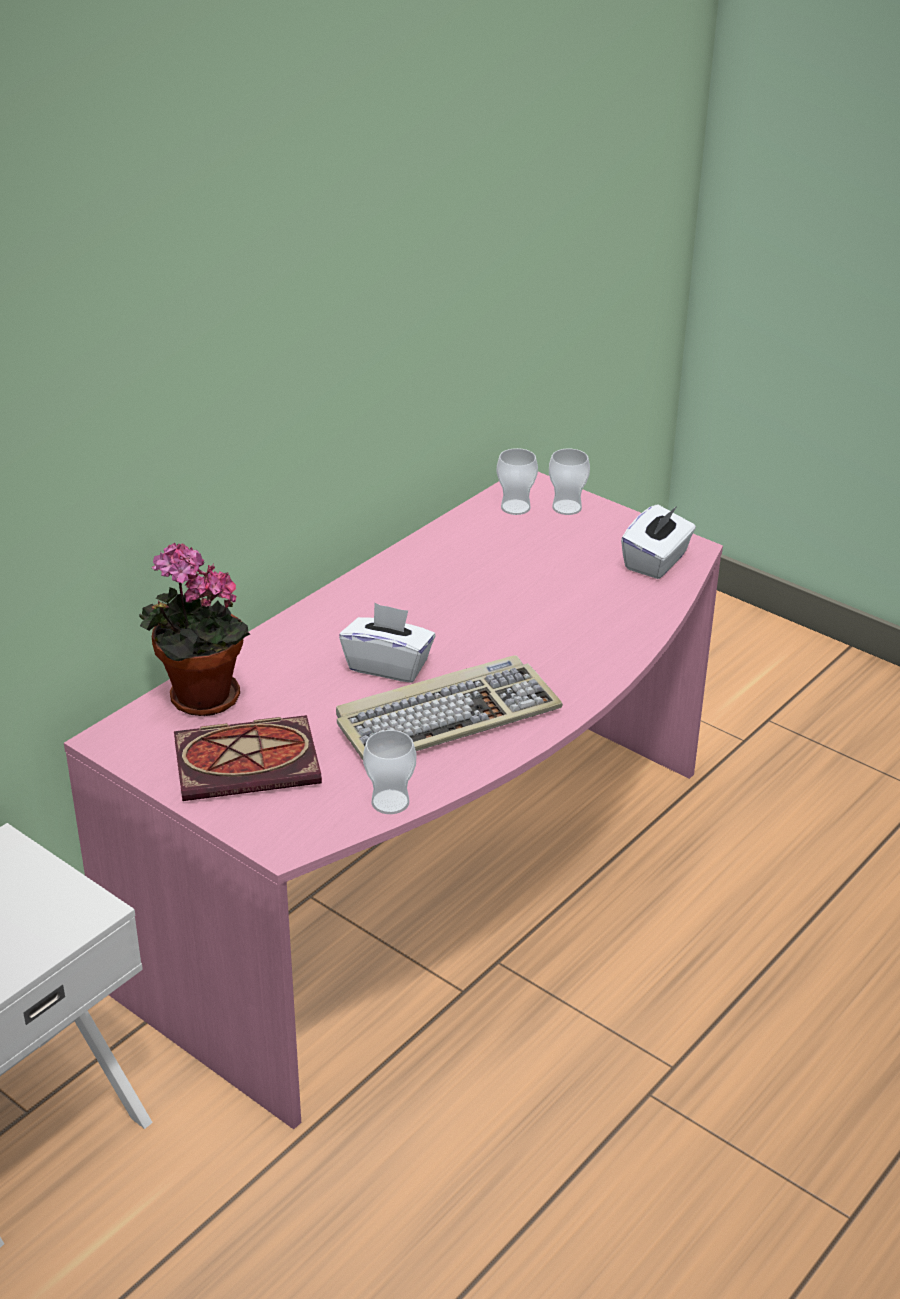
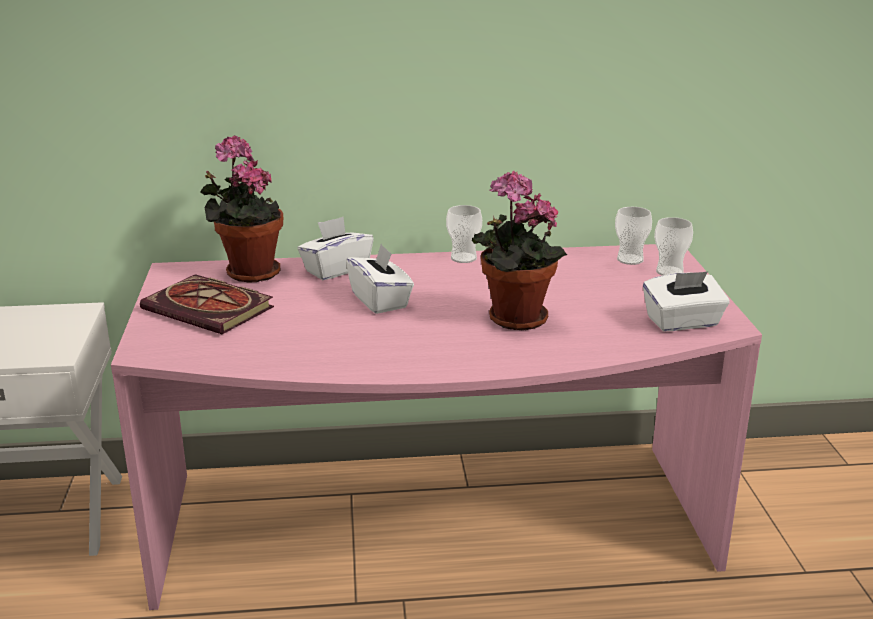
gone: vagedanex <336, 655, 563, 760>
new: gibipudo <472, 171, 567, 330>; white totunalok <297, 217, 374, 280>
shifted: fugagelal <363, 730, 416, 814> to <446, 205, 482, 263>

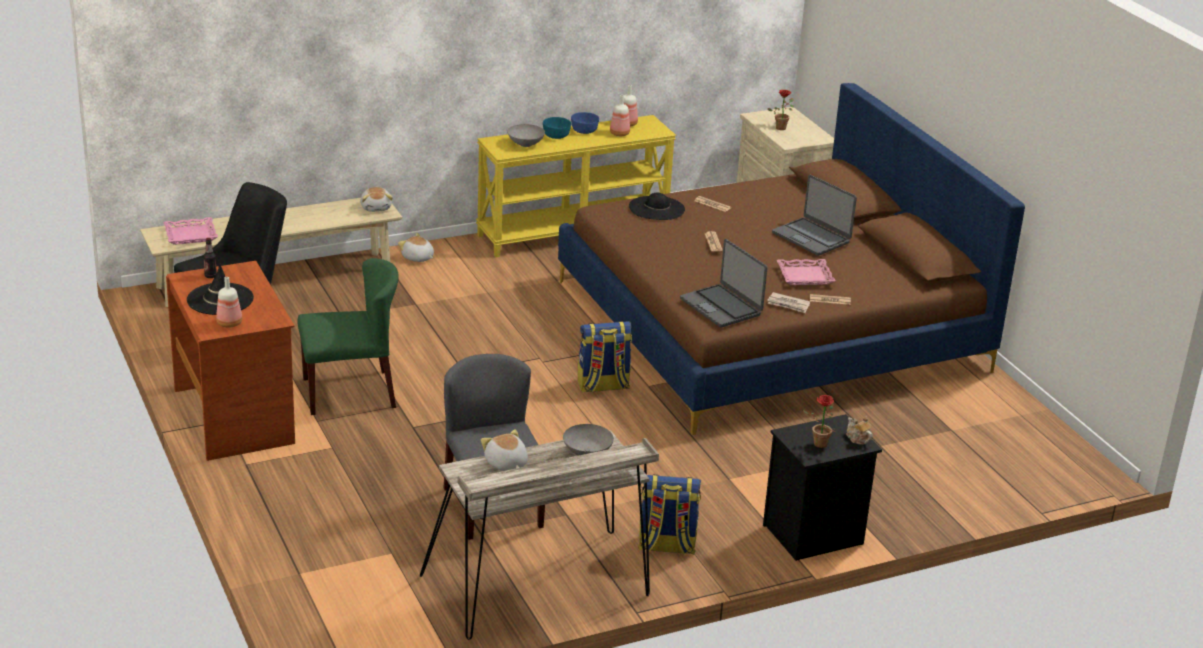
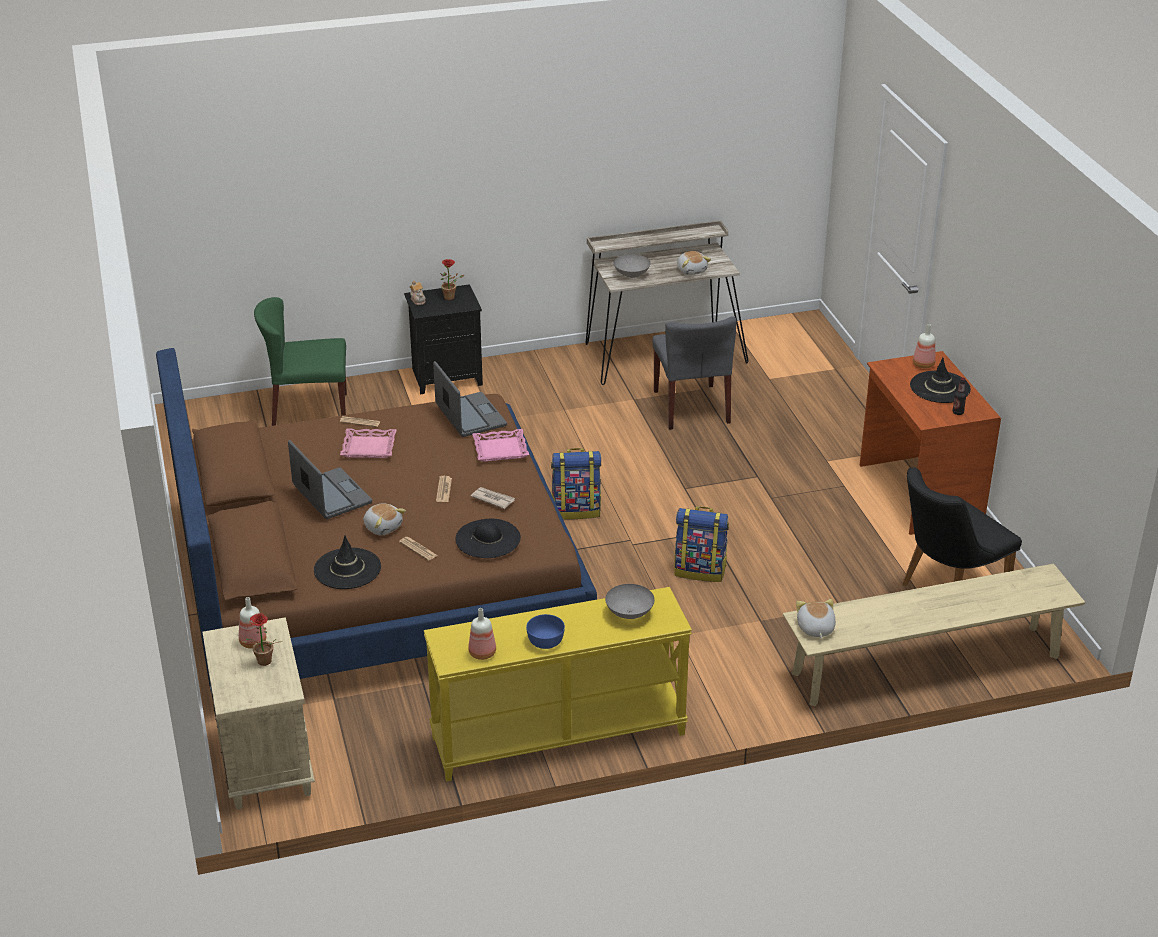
gone: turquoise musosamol <543, 117, 571, 139>
new: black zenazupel <314, 535, 381, 589>
shifted: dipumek <610, 95, 630, 136> to <239, 597, 266, 649>; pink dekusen <163, 217, 218, 245> to <472, 429, 529, 462>; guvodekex <398, 233, 434, 262> to <363, 503, 406, 535>; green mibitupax <297, 258, 399, 415> to <254, 297, 347, 426>; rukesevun <767, 292, 810, 313> to <471, 487, 515, 509>; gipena <638, 475, 701, 555> to <674, 506, 729, 582>

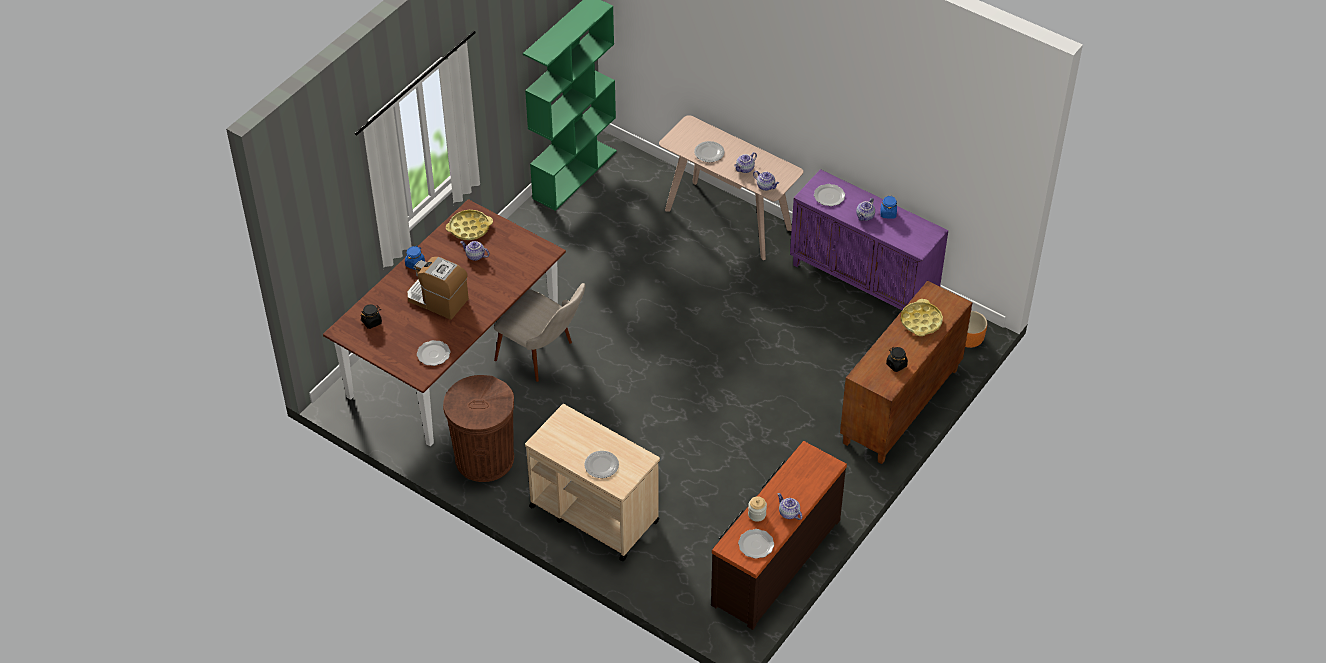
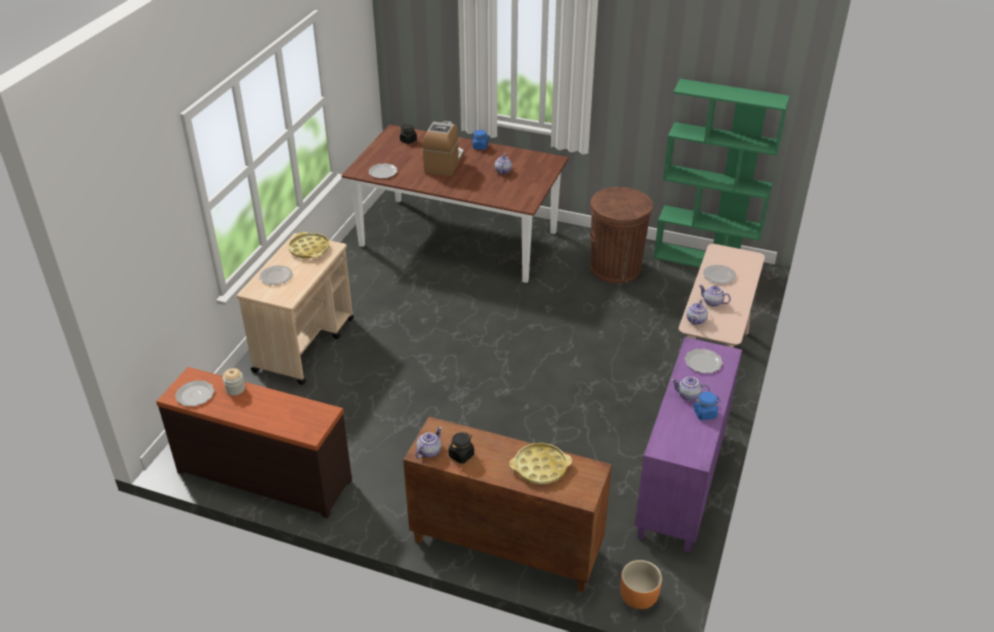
gone: beige mibitupax <494, 283, 586, 382>
shifted: yellow dekusen <446, 210, 493, 240> to <289, 232, 330, 258>; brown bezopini <443, 375, 514, 482> to <590, 187, 653, 283>; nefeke <778, 493, 802, 520> to <415, 427, 442, 459>

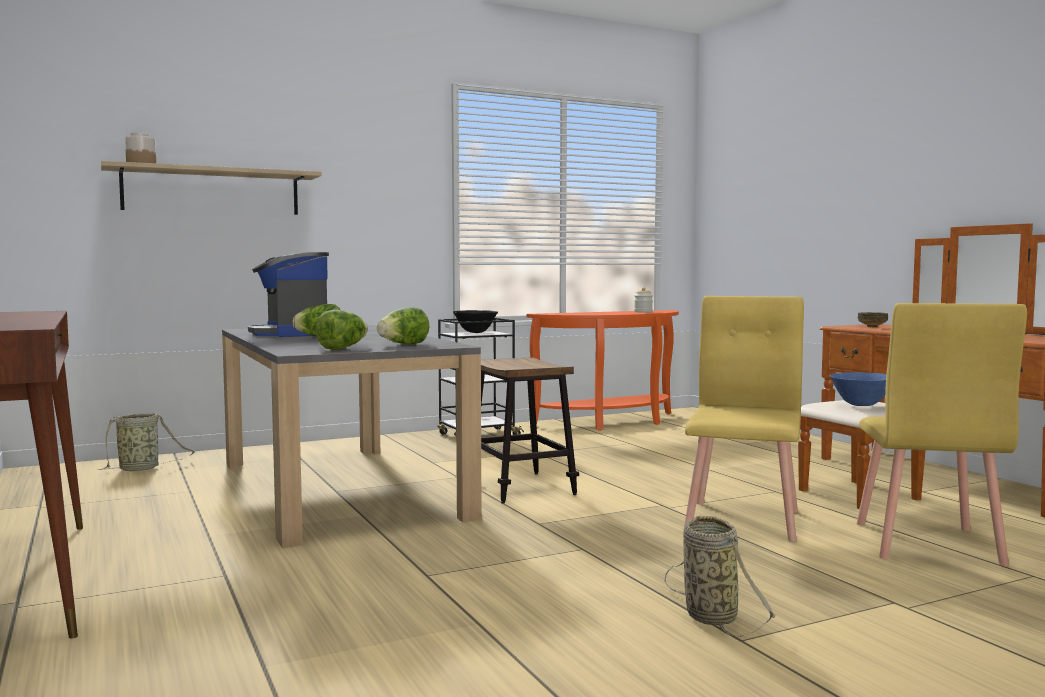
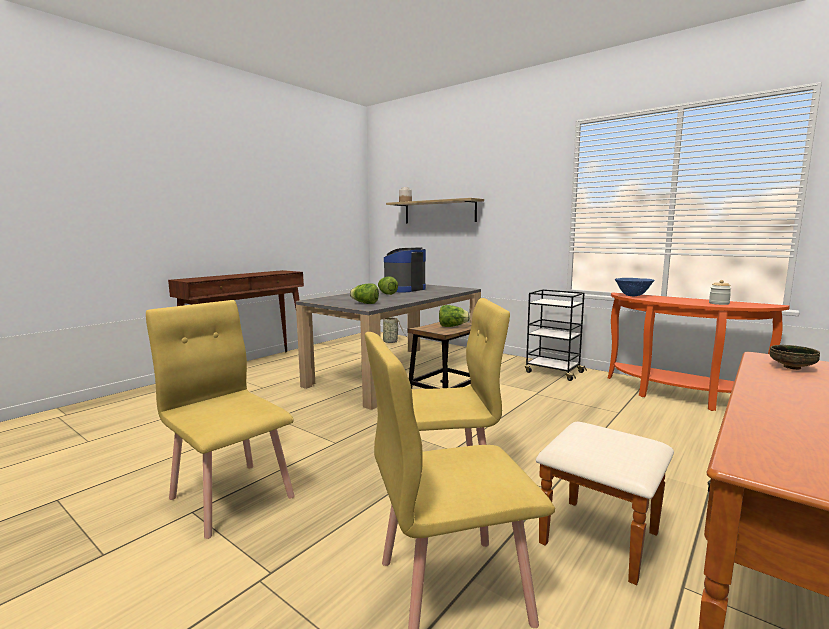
gone: black musosamol <453, 310, 498, 333>
shifted: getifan <315, 310, 368, 350> to <439, 305, 470, 327>; blue musosamol <830, 372, 886, 406> to <615, 278, 654, 296>
swapped: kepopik <664, 516, 775, 637> to yellow mibitupax <146, 300, 295, 539>

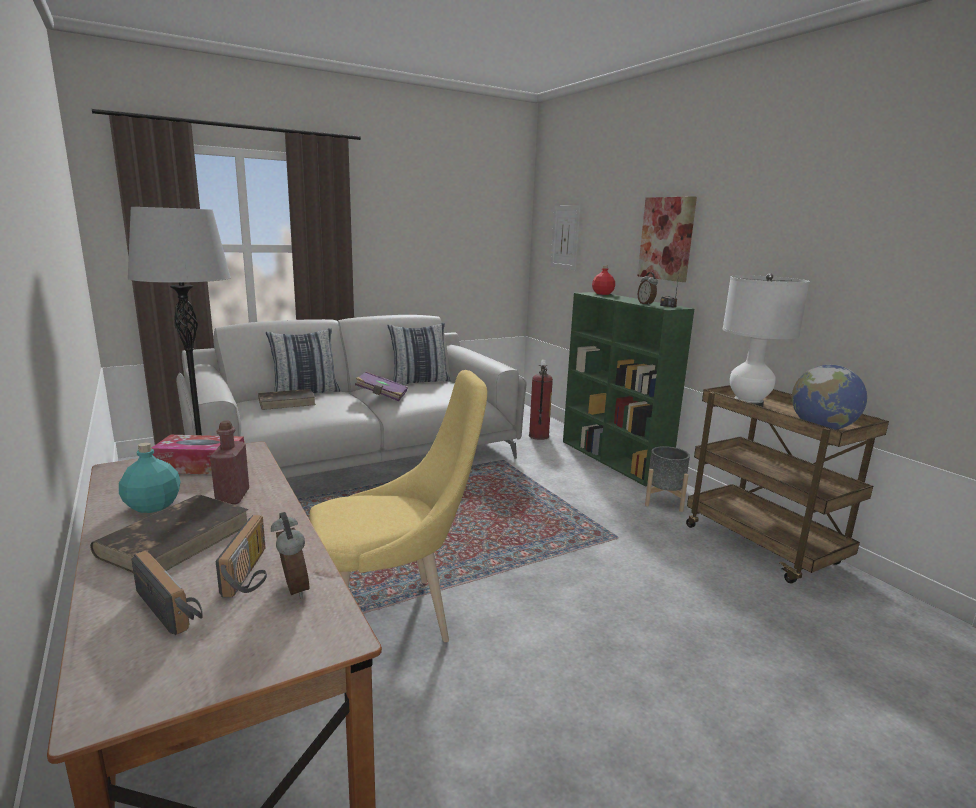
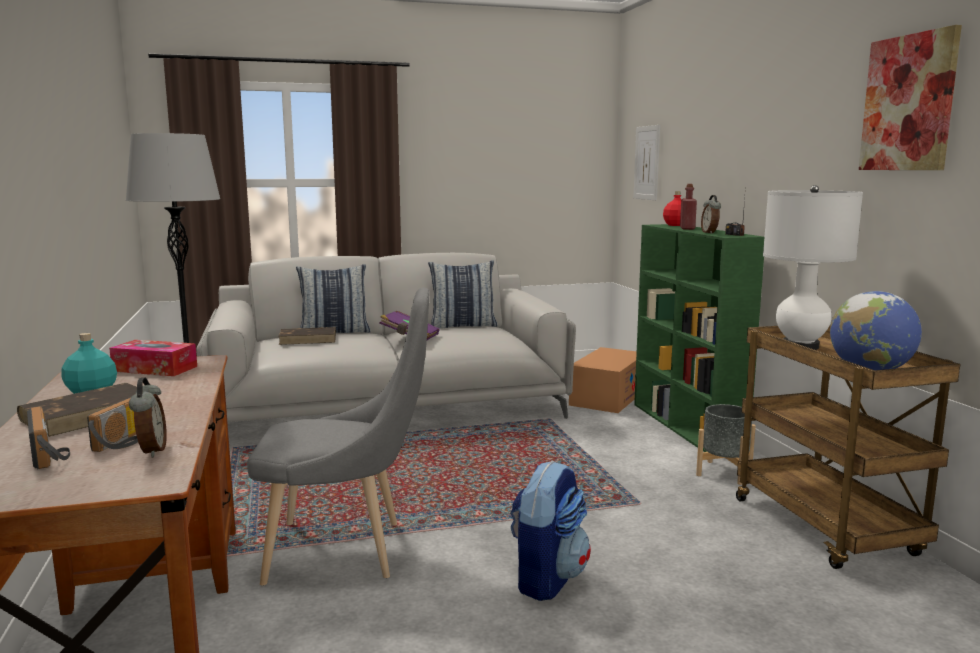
new: gipena <510, 460, 591, 601>
shifted: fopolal <638, 196, 697, 282> to <859, 25, 962, 170>; red dipumek <210, 421, 249, 504> to <680, 184, 697, 230>
swapped: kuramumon <529, 359, 553, 440> to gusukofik <569, 347, 637, 413>
repainted: yellow mibitupax <310, 370, 487, 642> to grey mibitupax <247, 287, 430, 586>

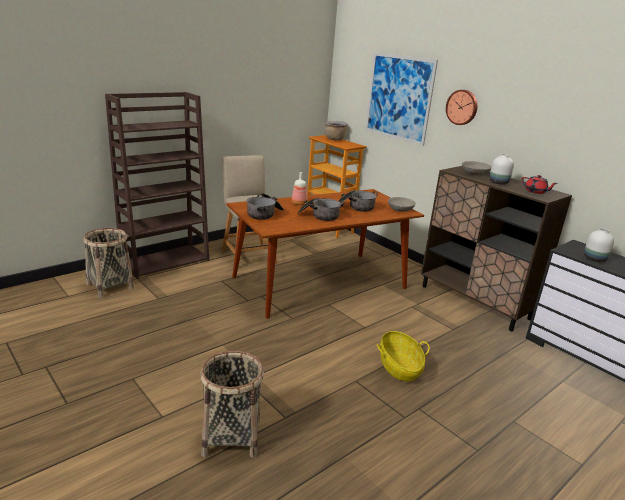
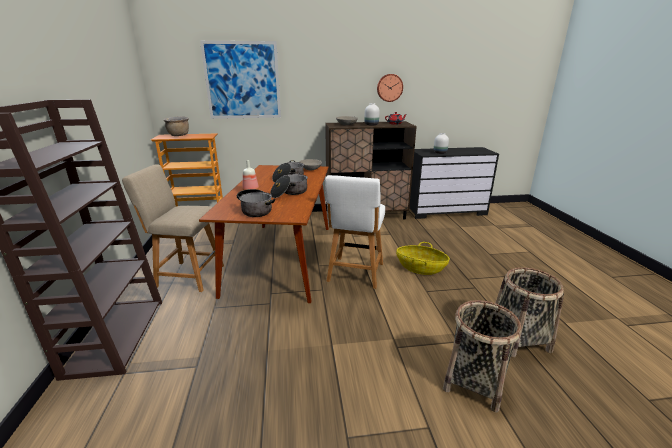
new: white mibitupax <325, 175, 385, 289>
shifted: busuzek <446, 90, 477, 125> to <377, 74, 403, 102>; kepopik <83, 228, 134, 298> to <495, 267, 564, 357>

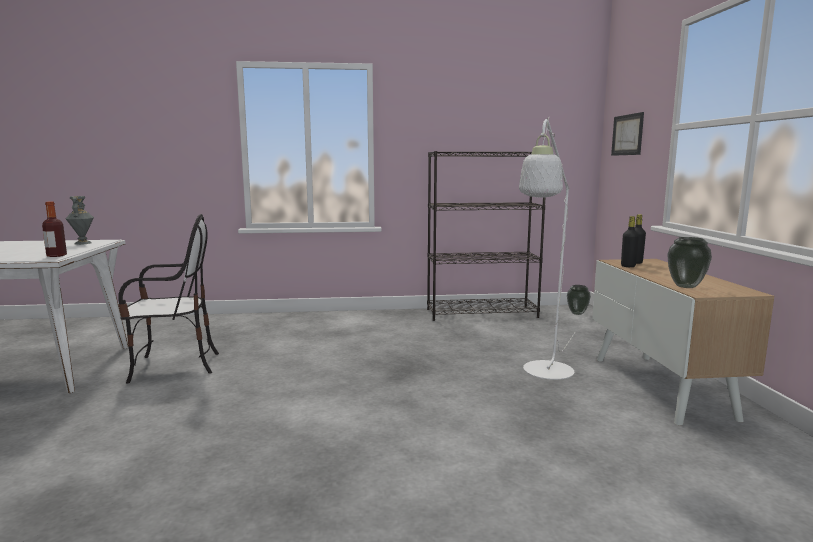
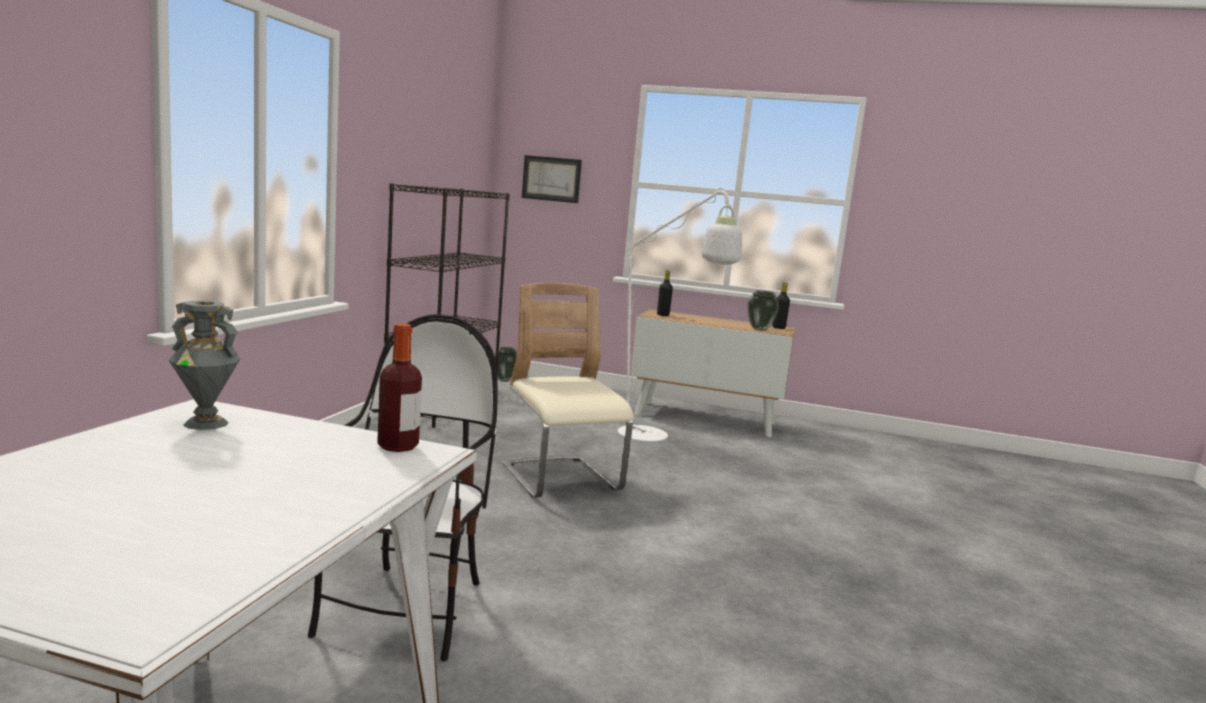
new: beige mibitupax <502, 283, 634, 498>
shifted: black dipumek <621, 216, 639, 267> to <772, 282, 790, 329>

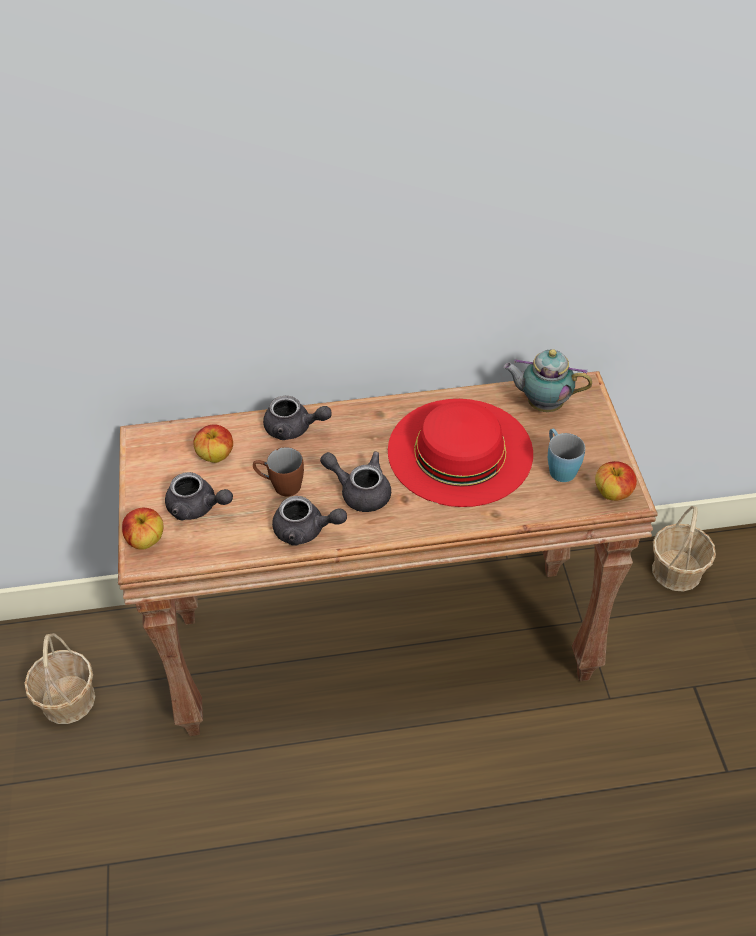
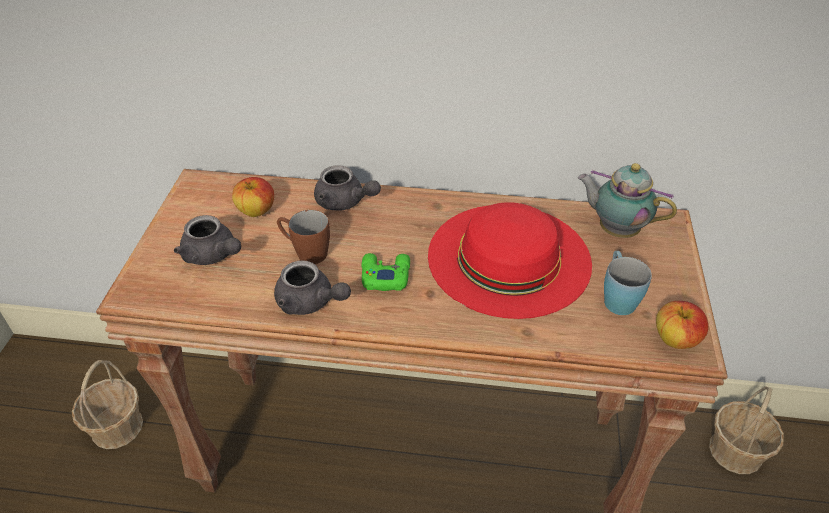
gone: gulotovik <122, 508, 163, 550>
swapped: grey nefeke <320, 451, 391, 512> to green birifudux <361, 253, 410, 291>

